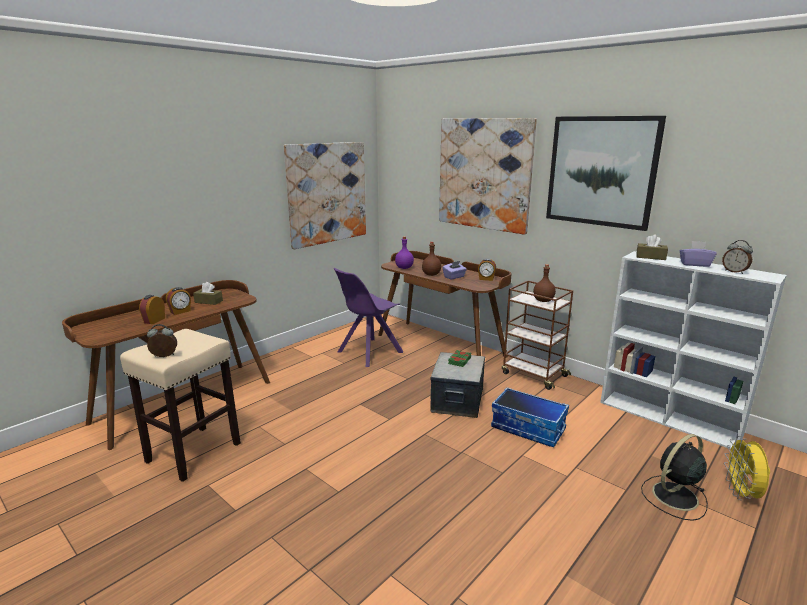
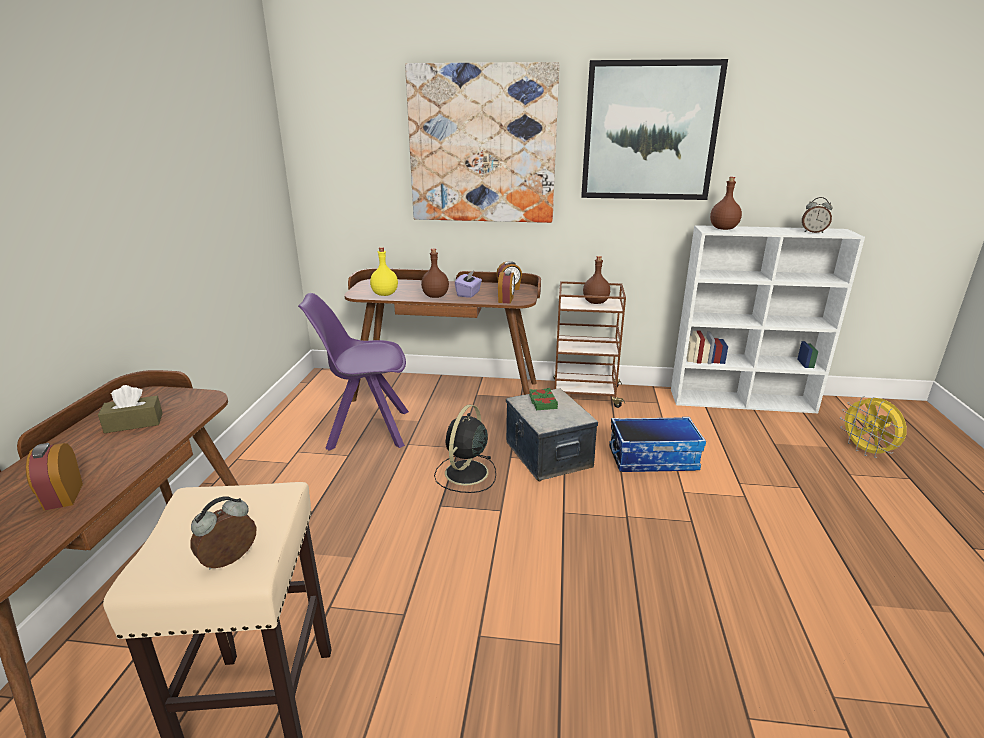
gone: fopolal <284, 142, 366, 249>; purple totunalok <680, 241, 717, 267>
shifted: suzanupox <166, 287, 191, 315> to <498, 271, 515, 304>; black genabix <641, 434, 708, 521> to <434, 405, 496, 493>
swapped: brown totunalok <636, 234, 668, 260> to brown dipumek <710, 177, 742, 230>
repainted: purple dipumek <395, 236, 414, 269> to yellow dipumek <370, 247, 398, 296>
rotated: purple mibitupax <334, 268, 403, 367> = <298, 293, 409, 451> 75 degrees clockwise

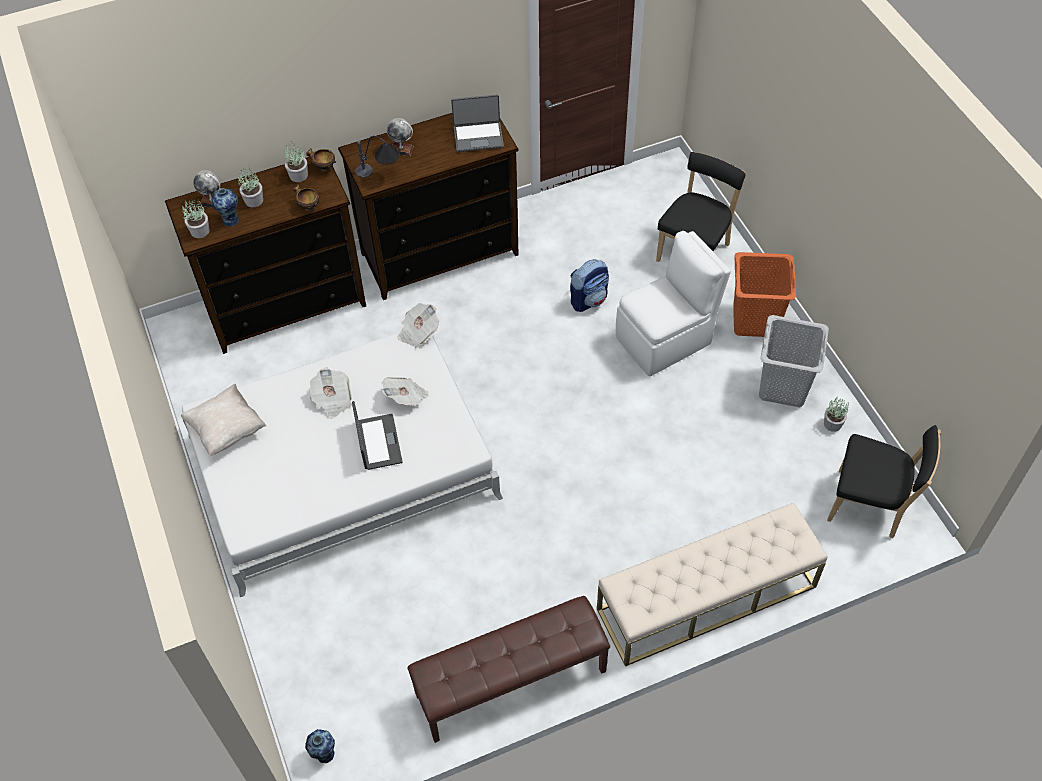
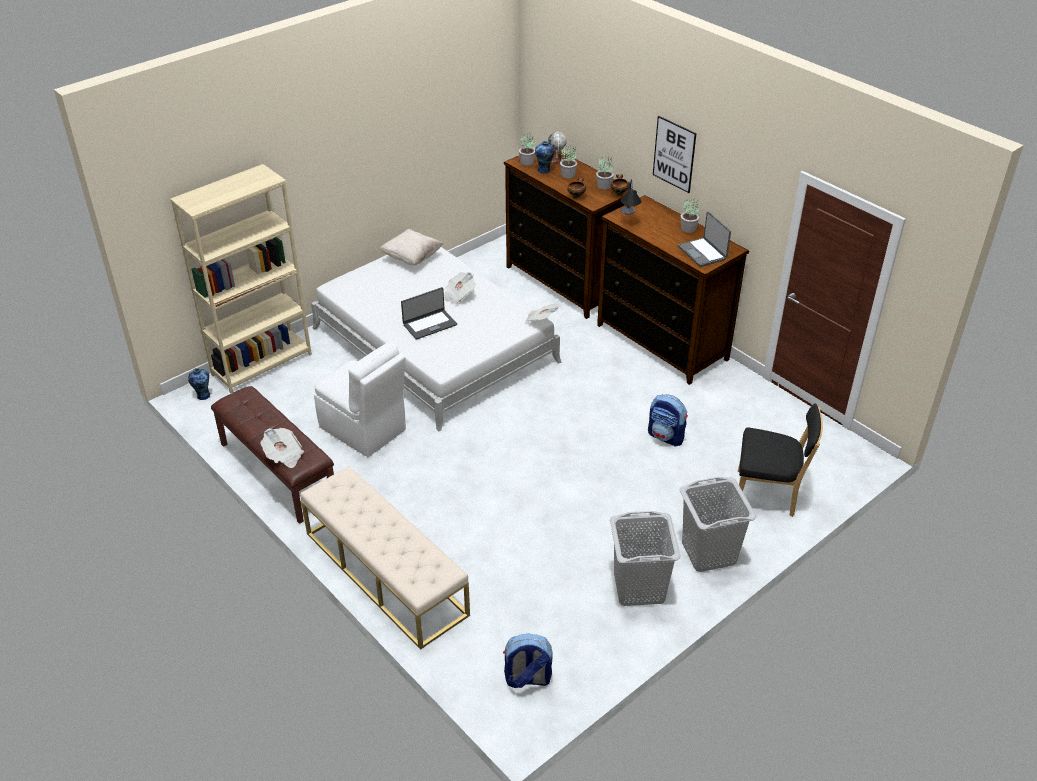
gone: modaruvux <387, 118, 414, 156>
new: fopolal <653, 116, 696, 193>; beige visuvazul <170, 164, 312, 394>
shifted: white mibitupax <616, 231, 731, 376> to <314, 342, 406, 457>; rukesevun <382, 377, 428, 406> to <261, 428, 304, 468>; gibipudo <824, 396, 849, 432> to <681, 200, 699, 233>
swapped: black mibitupax <827, 425, 941, 538> to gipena <503, 634, 553, 688>
repainted: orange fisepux <733, 252, 796, 337> to grey fisepux <680, 477, 756, 572>

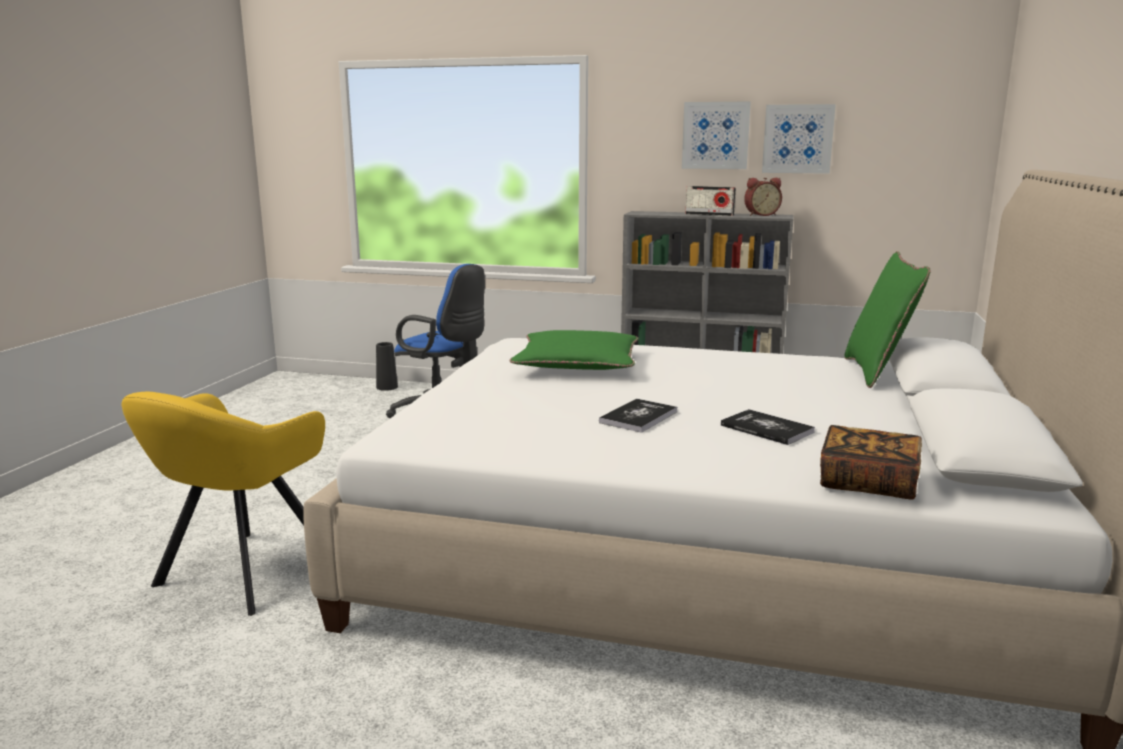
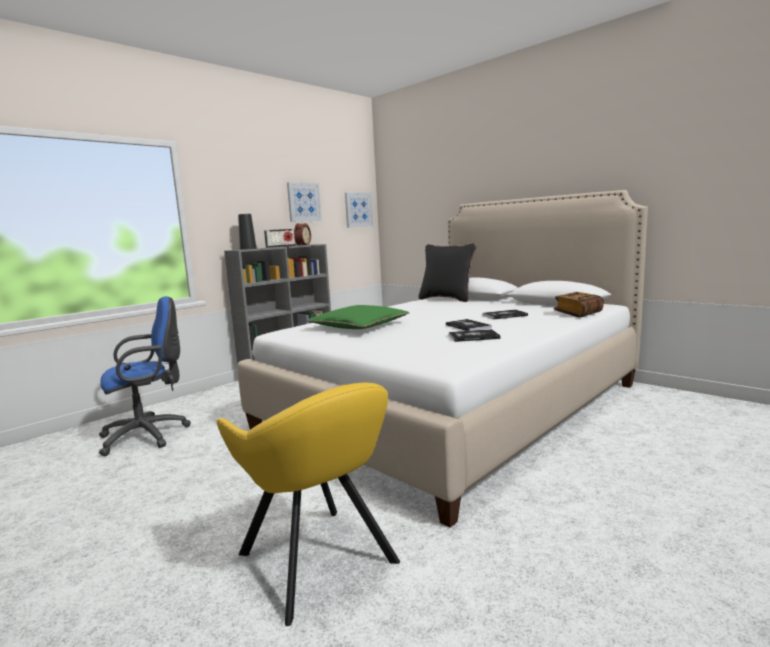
new: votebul <449, 329, 501, 342>
shifted: fopolal <682, 102, 751, 169> to <345, 193, 373, 228>; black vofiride <376, 342, 398, 391> to <238, 214, 257, 250>
repainted: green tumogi <844, 251, 931, 388> to black tumogi <418, 243, 476, 302>

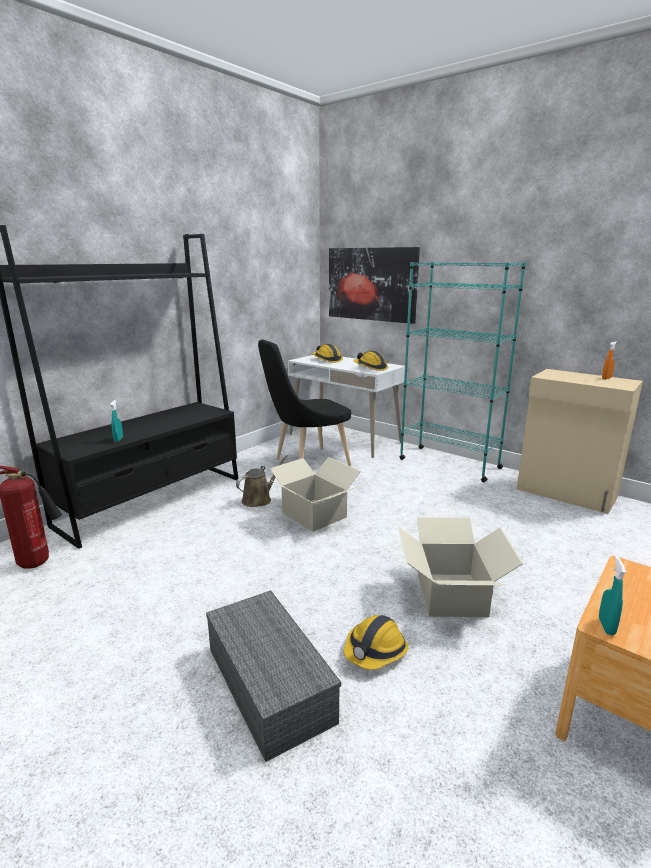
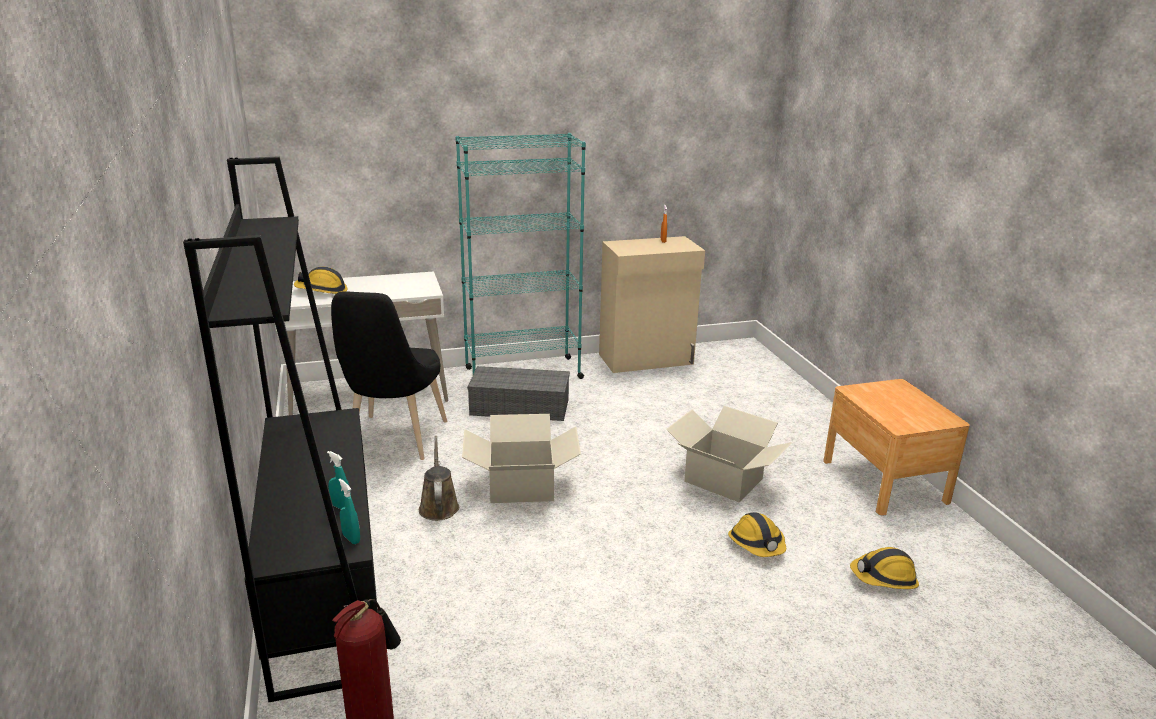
gone: fopolal <329, 247, 420, 324>
shifted: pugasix <354, 350, 388, 371> to <850, 547, 919, 589>; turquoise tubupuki <599, 556, 626, 635> to <339, 479, 360, 544>; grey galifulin <206, 590, 341, 762> to <467, 366, 570, 421>

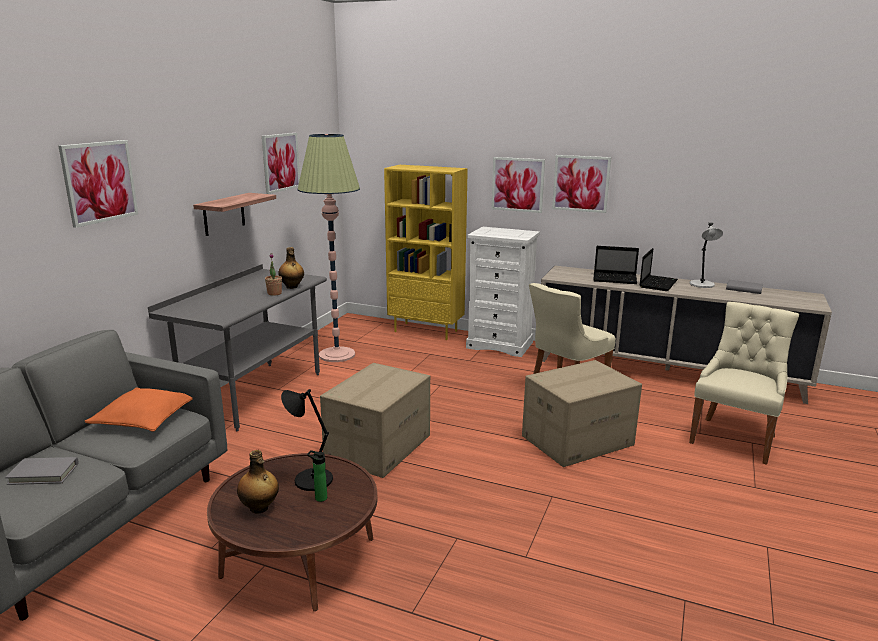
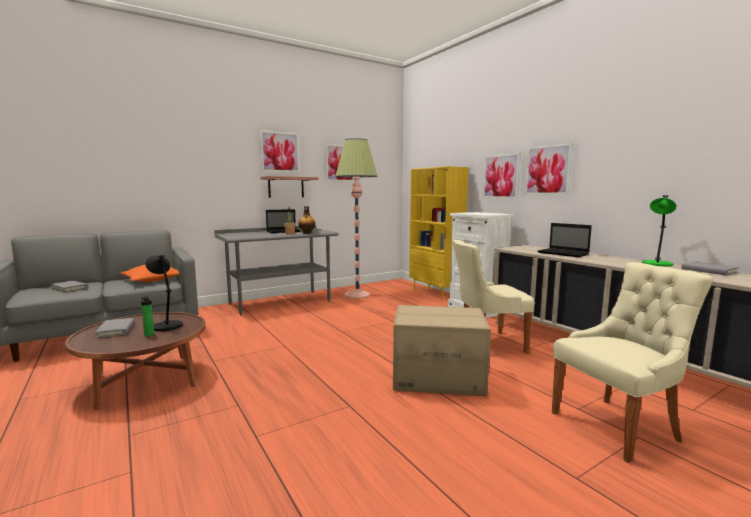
gone: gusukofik <320, 363, 430, 478>
shifted: fopolal <59, 140, 138, 228> to <260, 130, 300, 172>; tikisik <639, 248, 678, 291> to <266, 209, 301, 233>
swapped: dipumek <237, 450, 279, 514> to grey votebul <95, 318, 134, 338>
repainted: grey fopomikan <689, 223, 723, 288> to green fopomikan <642, 195, 676, 266>

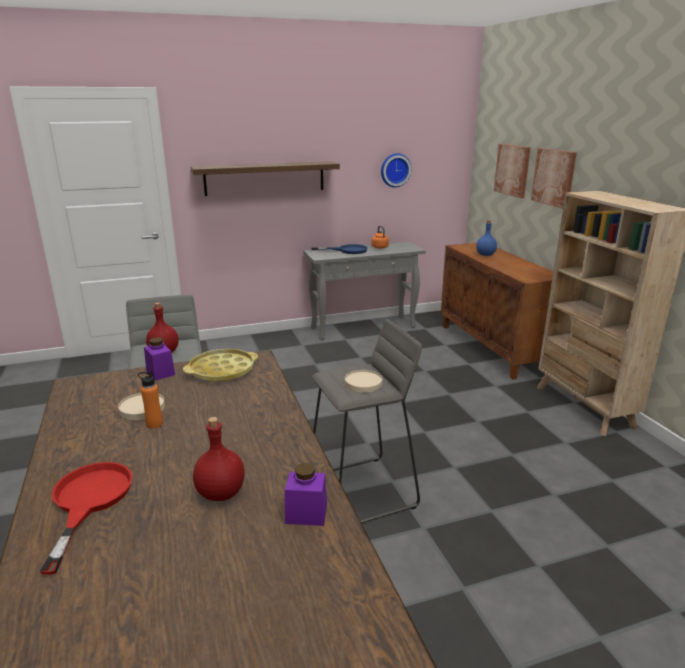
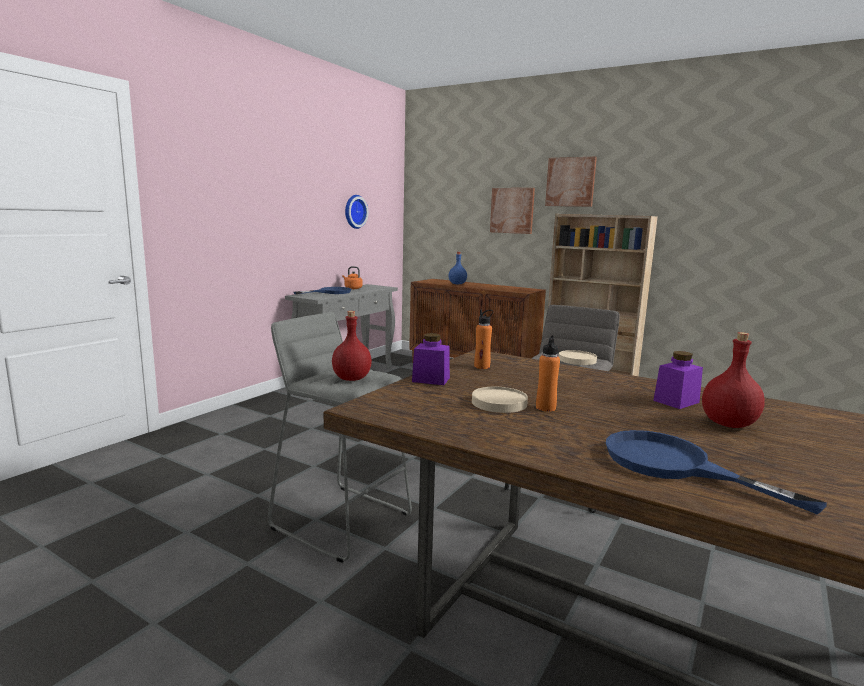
gone: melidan <191, 161, 340, 196>
shifted: fopolal <494, 144, 531, 198> to <545, 157, 597, 207>; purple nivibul <285, 463, 327, 526> to <653, 351, 703, 409>
swapped: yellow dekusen <183, 349, 258, 382> to orange dipumek <474, 309, 493, 369>
repainted: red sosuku <39, 462, 133, 575> to blue sosuku <606, 430, 827, 514>

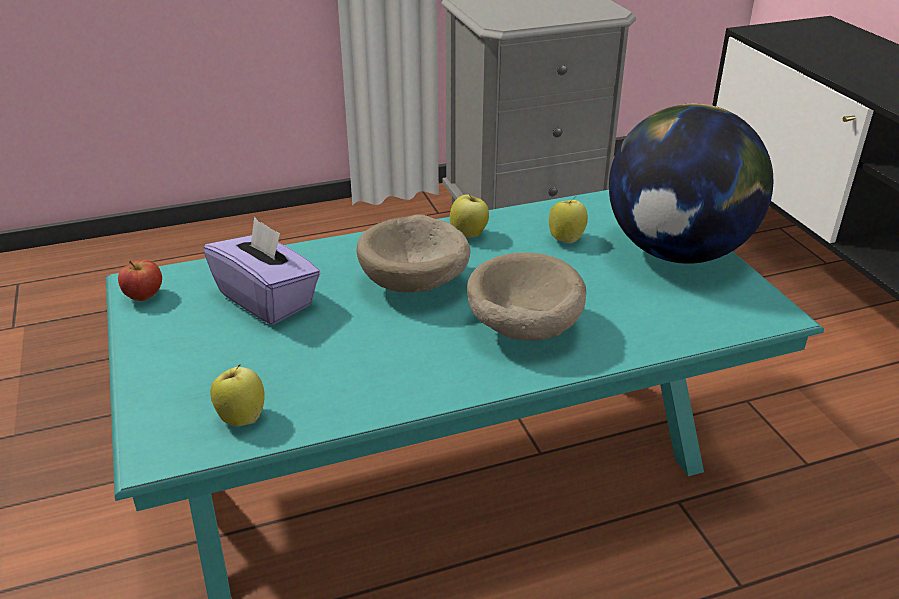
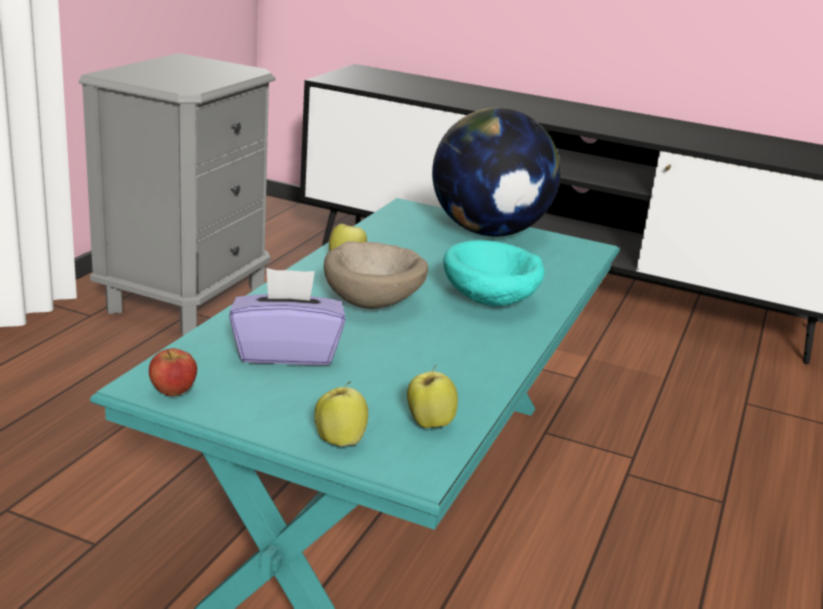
shifted: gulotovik <549, 196, 588, 243> to <314, 381, 368, 446>
repainted: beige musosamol <467, 252, 586, 341> to turquoise musosamol <443, 240, 544, 306>

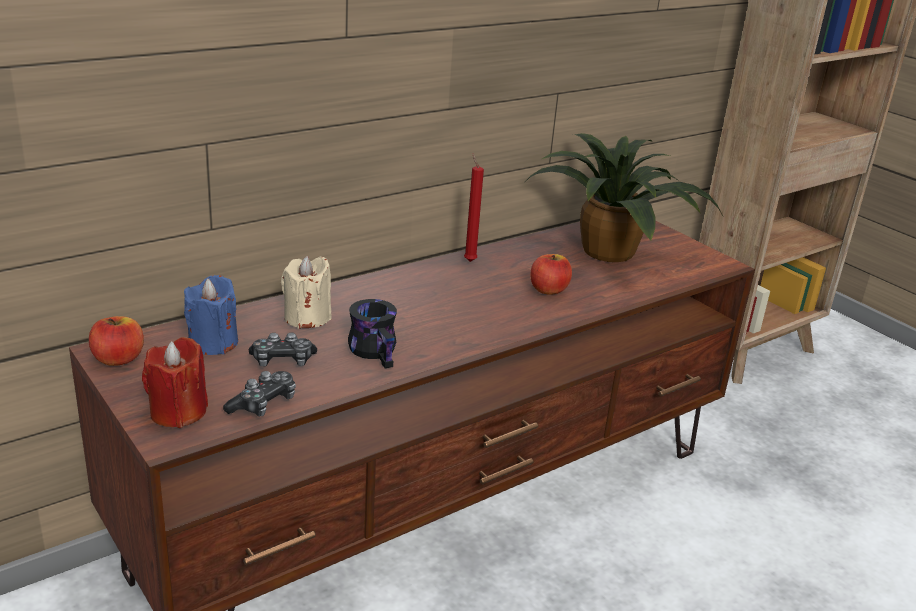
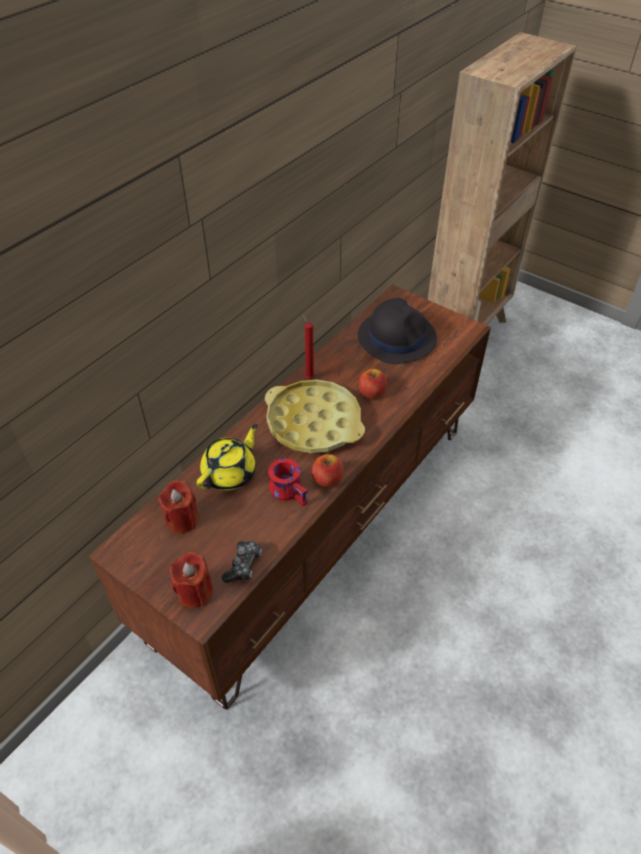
gone: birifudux <249, 332, 317, 367>
new: yellow dekusen <265, 379, 365, 453>
shifted: gulotovik <89, 316, 144, 366> to <312, 454, 343, 487>
swapped: gibipudo <526, 133, 723, 262> to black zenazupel <358, 298, 437, 364>; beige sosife <281, 256, 332, 329> to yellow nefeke <196, 424, 258, 491>
repainted: blue sosife <184, 275, 238, 355> to red sosife <158, 480, 199, 533>; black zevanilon <348, 299, 397, 368> to red zevanilon <268, 458, 307, 506>

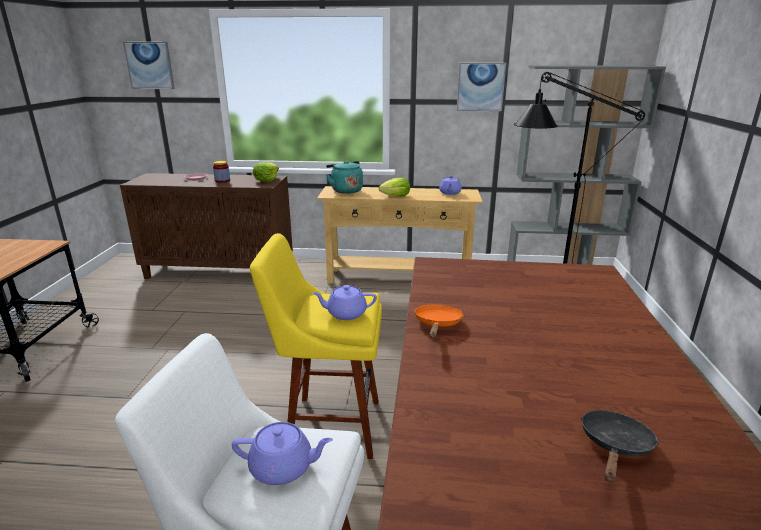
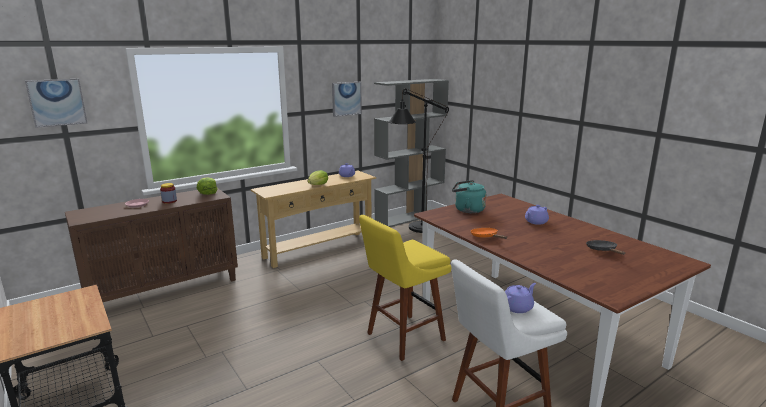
shifted: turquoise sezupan <326, 161, 363, 194> to <452, 180, 486, 213>; purple nefeke <313, 285, 377, 320> to <525, 205, 549, 225>

